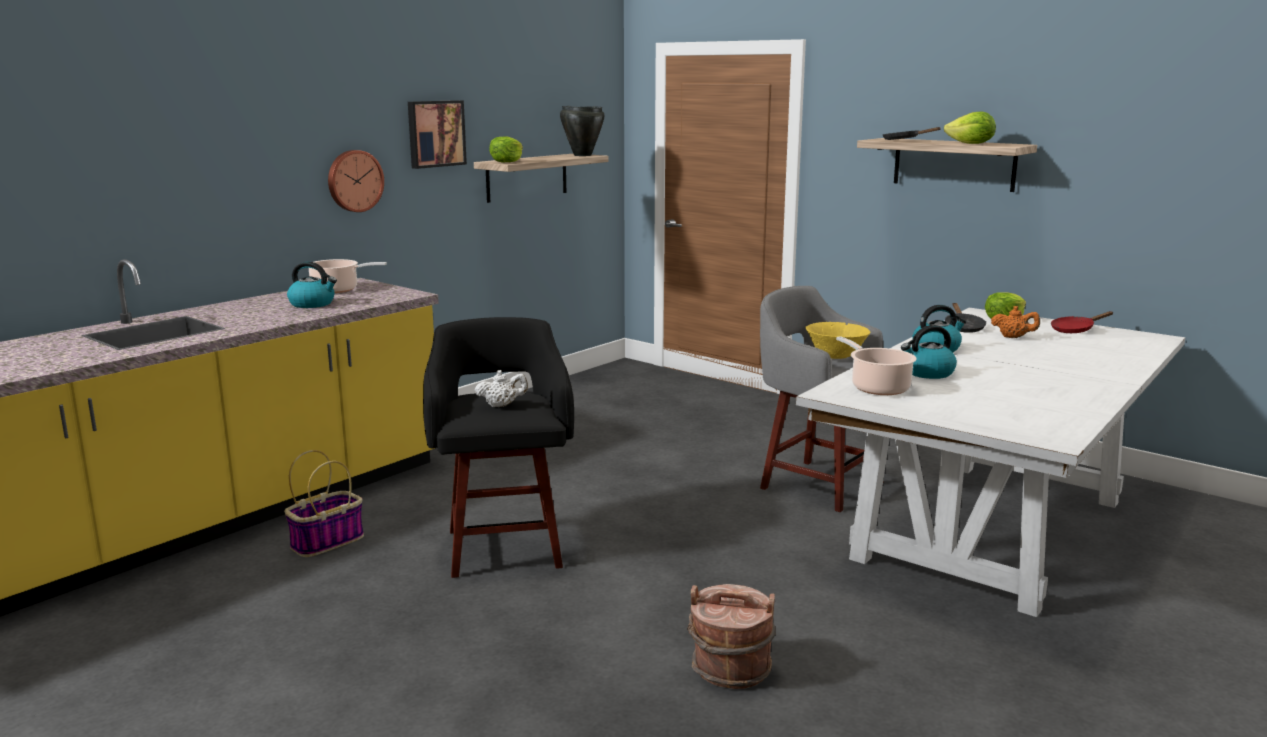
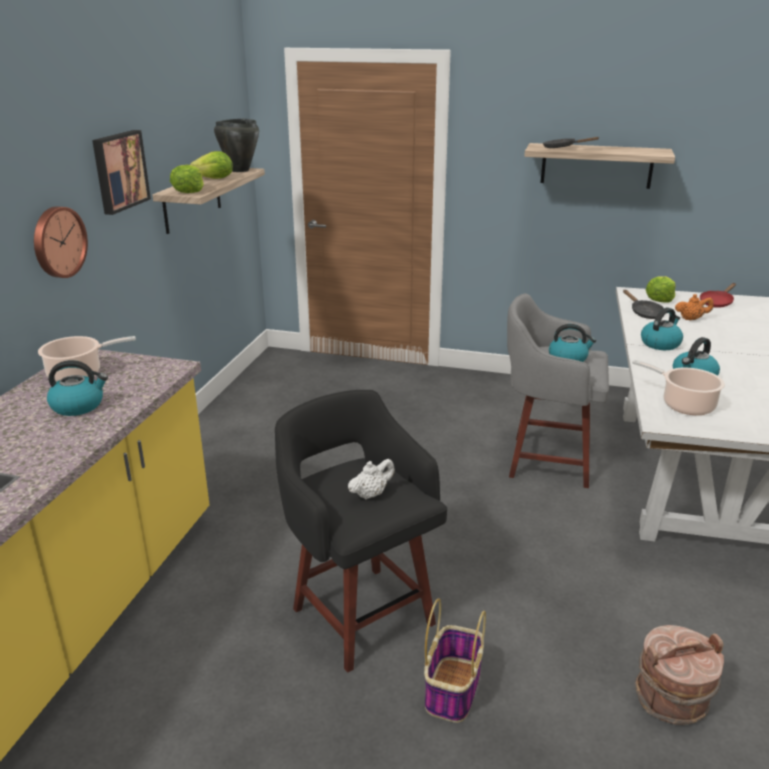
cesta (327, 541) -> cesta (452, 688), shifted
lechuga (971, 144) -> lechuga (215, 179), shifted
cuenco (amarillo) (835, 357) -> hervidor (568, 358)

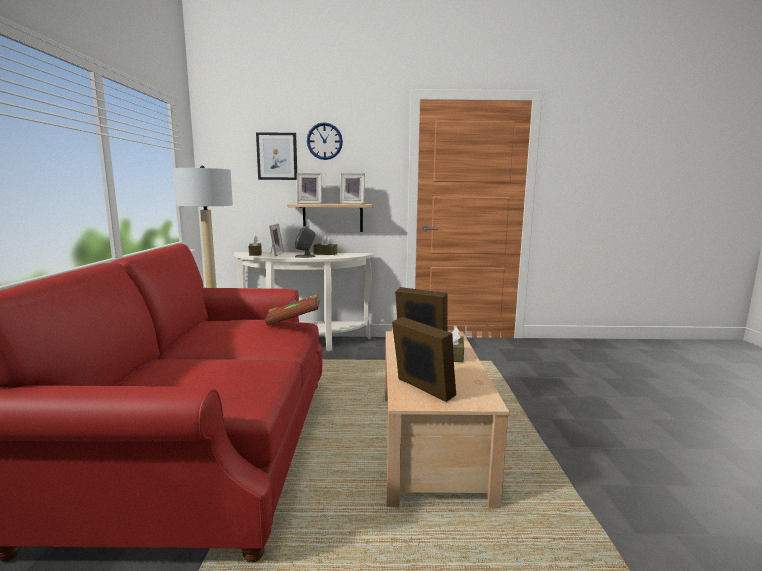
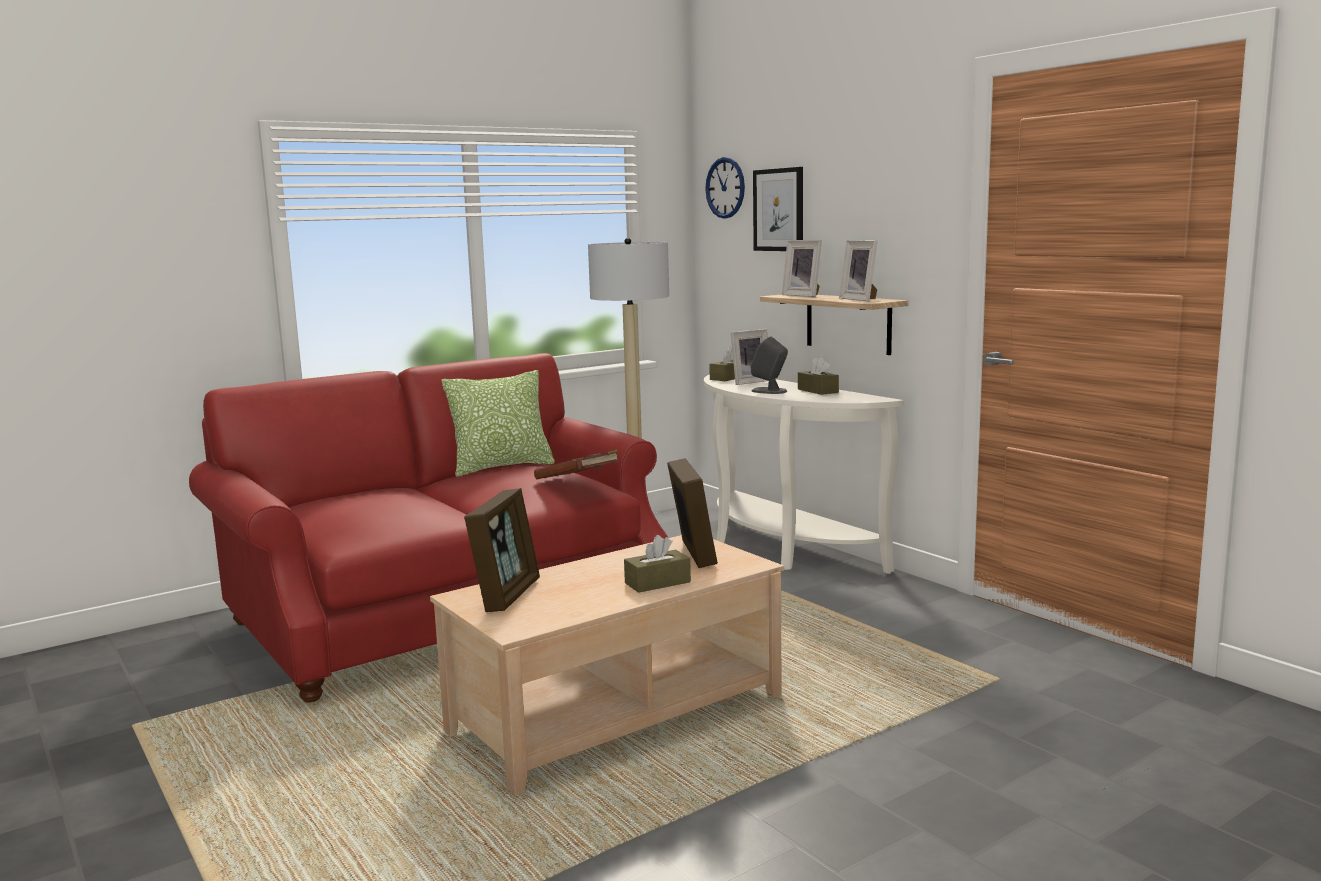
none -> cojín (501, 467)
reloj de pared (324, 141) -> reloj de pared (725, 188), shifted

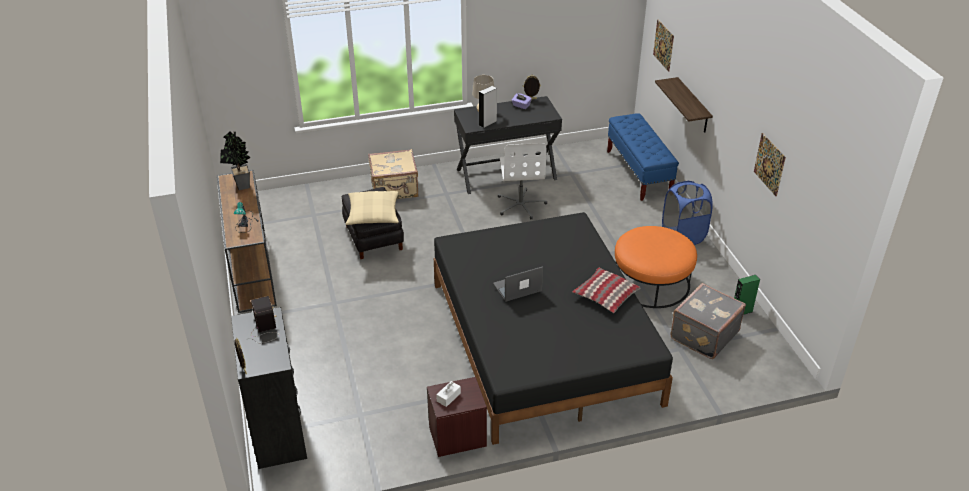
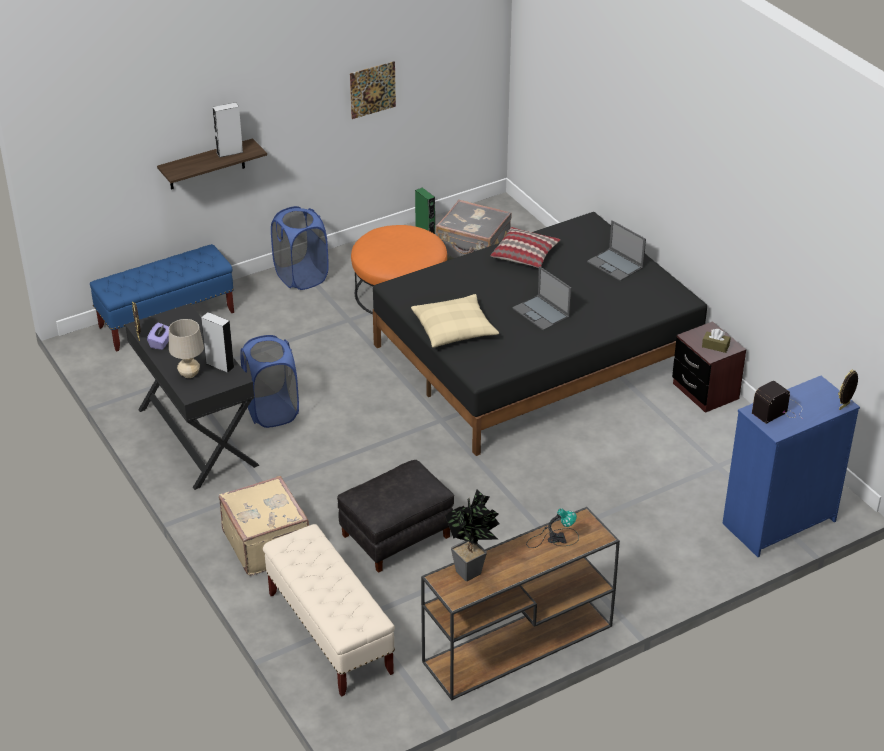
cuadro (663, 45) -> none
none -> altavoz (gris) (229, 152)
none -> banco (beis) (329, 633)
none -> portátil (615, 265)
cojín (beis) (373, 214) -> cojín (beis) (454, 329), shifted
silla de oficina (blanco) (521, 205) -> cesto de la ropa (azul) (272, 411)
cómoda (negro) (279, 431) -> cómoda (azul) (778, 522)
caja de pañuelos (blanco) (448, 397) -> caja de pañuelos (marrón) (715, 346)

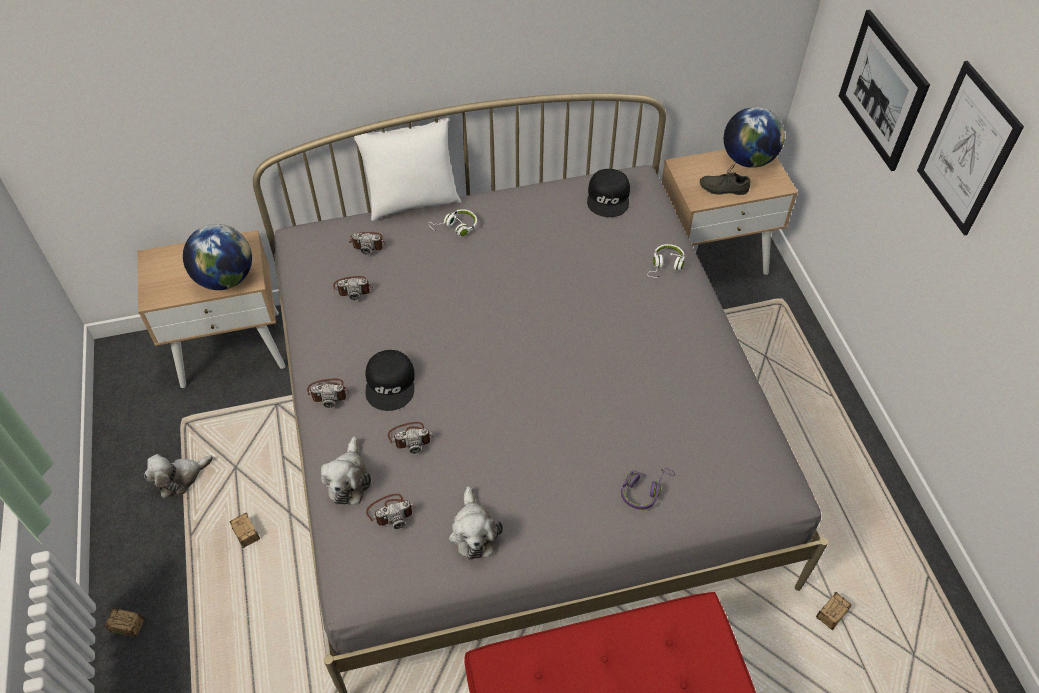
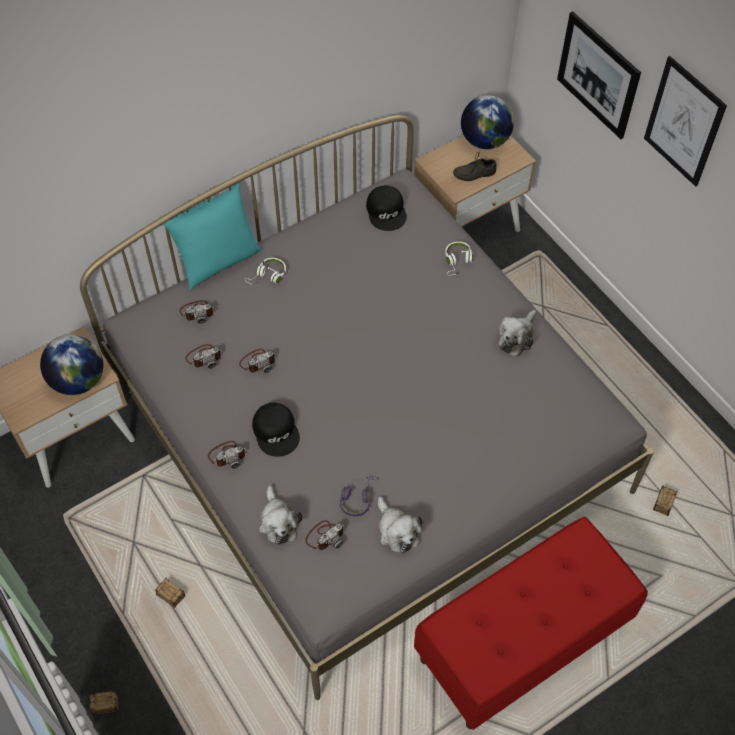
peluche (180, 478) -> peluche (516, 337), shifted
cámara (411, 437) -> cámara (258, 362), shifted
auriculares (morado) (644, 490) -> auriculares (morado) (358, 498), shifted
cojín (blanco) (412, 202) -> cojín (turquesa) (218, 262)

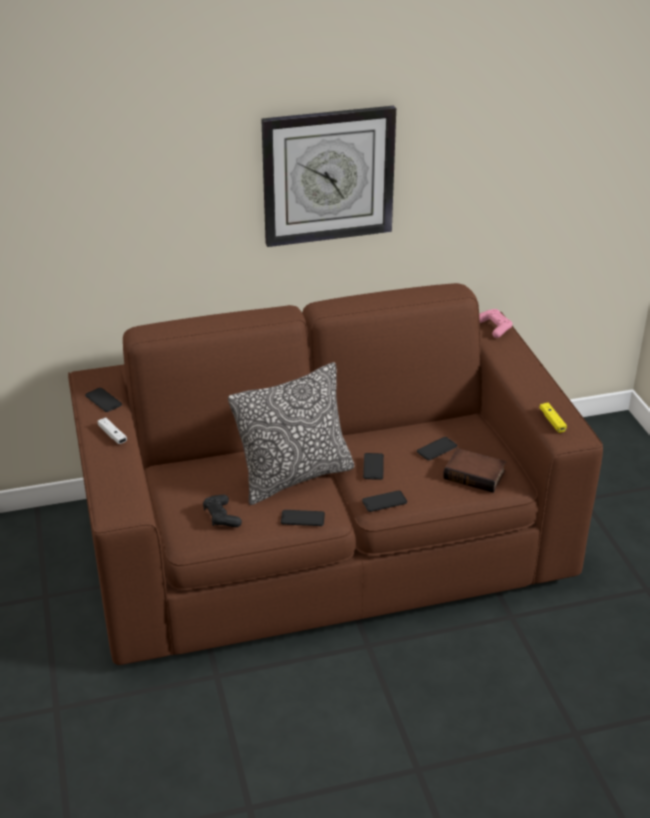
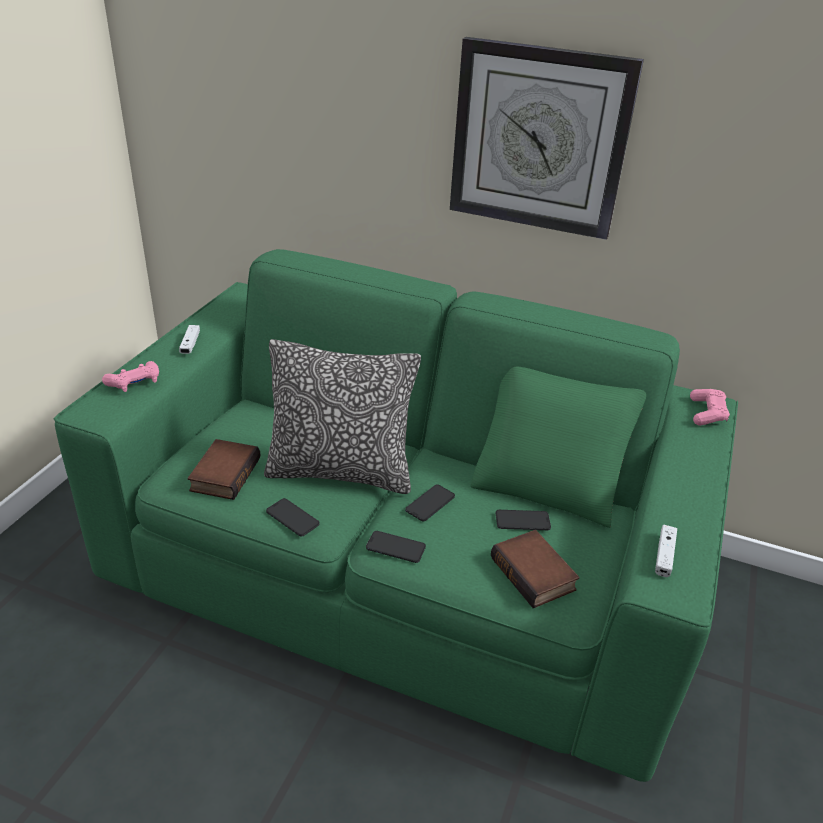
móvil (103, 400) -> none
none -> mando de consola (rosa) (135, 383)
none -> cojín (verde) (548, 483)
mando de consola (negro) (221, 517) -> libro (224, 474)
sofá (marrón) (325, 542) -> sofá (verde) (404, 569)
mando de consola (amarillo) (552, 421) -> mando de consola (blanco) (664, 555)

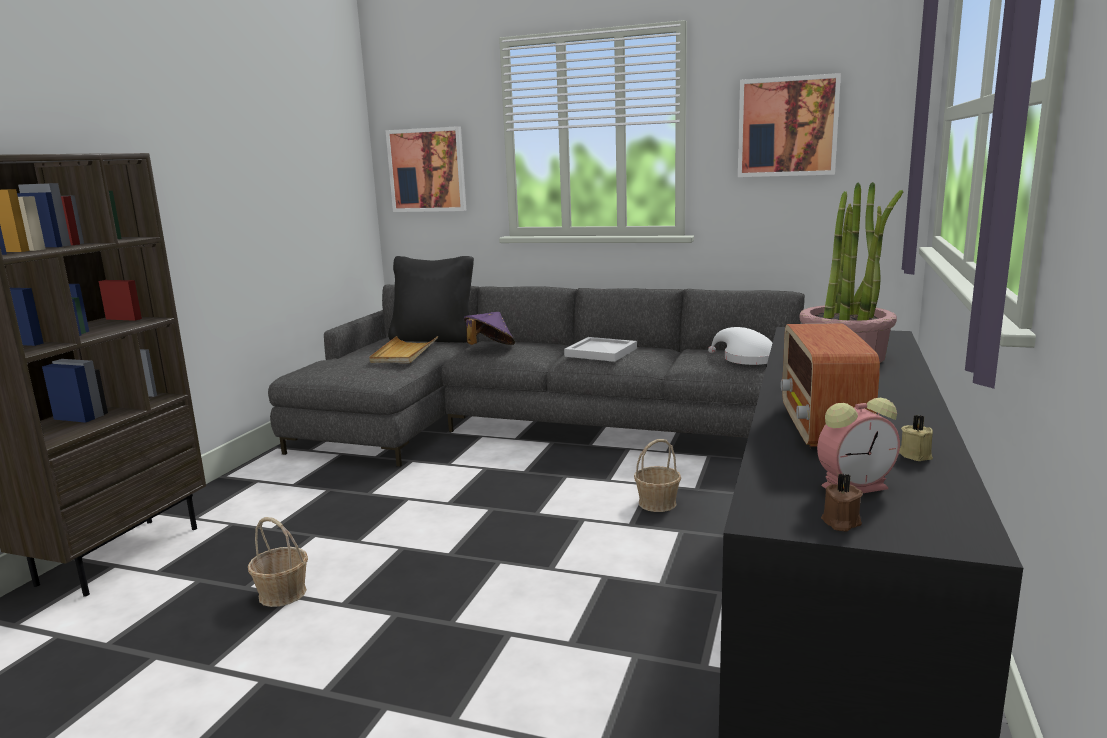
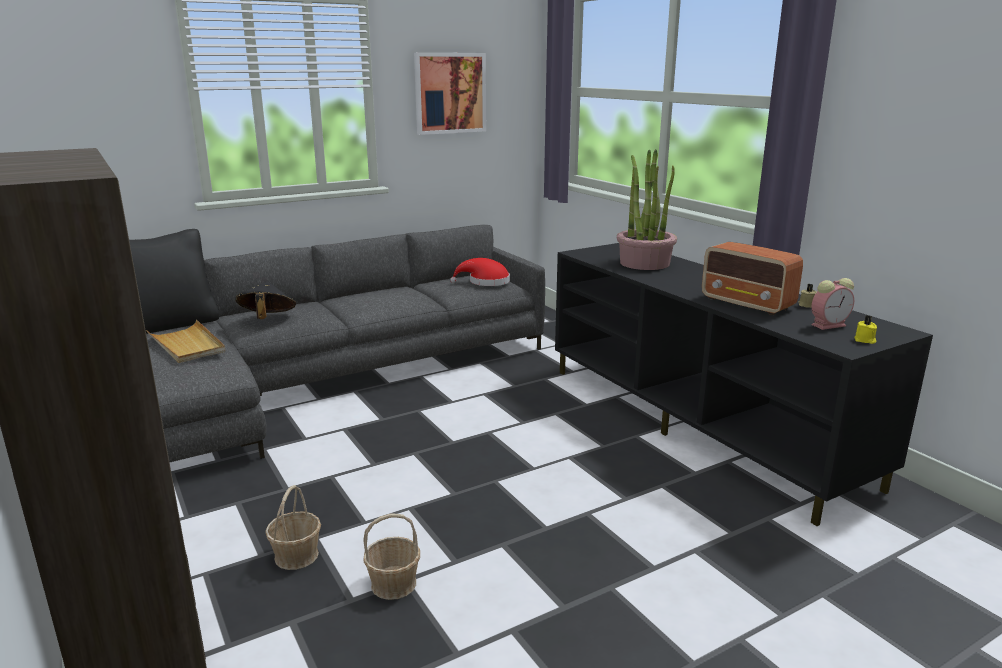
cuadro (427, 170) -> none
bandeja (blanco) (600, 352) -> none
cesta (657, 503) -> cesta (297, 555), shifted
sombrero (morado) (490, 348) -> sombrero (negro) (267, 319)
sombrero (blanco) (745, 359) -> sombrero (rojo) (485, 282)
vela (marrón) (840, 522) -> vela (amarillo) (865, 340)
despertador (856, 486) -> despertador (829, 325), 45 degrees clockwise

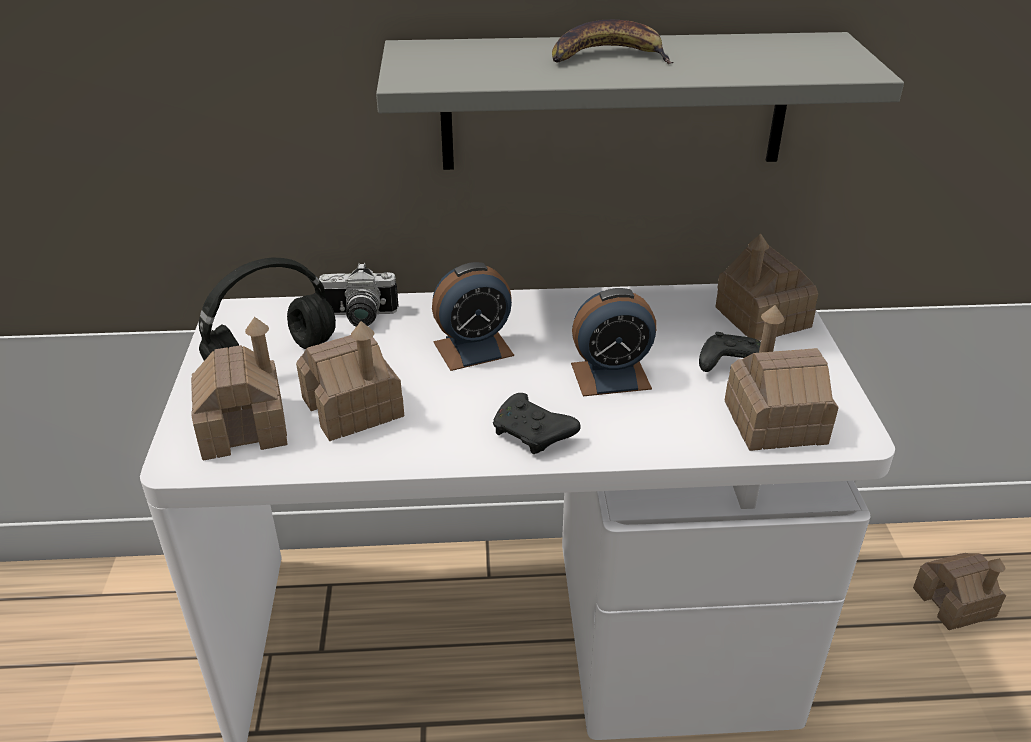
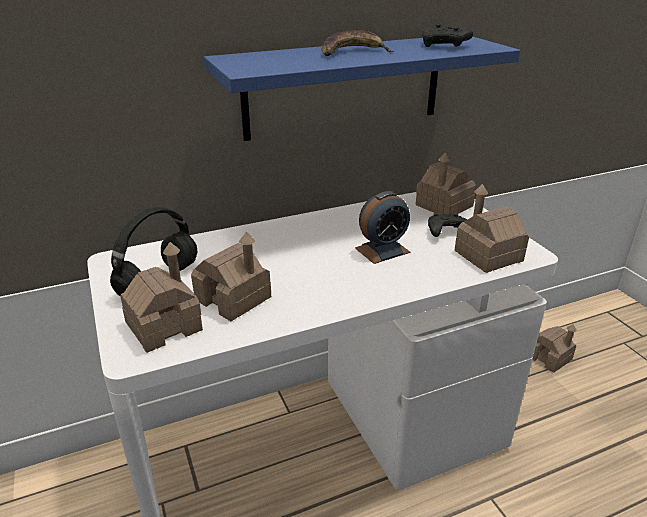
cámara (359, 318) -> none
despertador (473, 349) -> none
mando de consola (negro) (533, 435) -> mando de consola (negro) (445, 46), shifted
estante (gris) (614, 102) -> estante (azul) (344, 86)

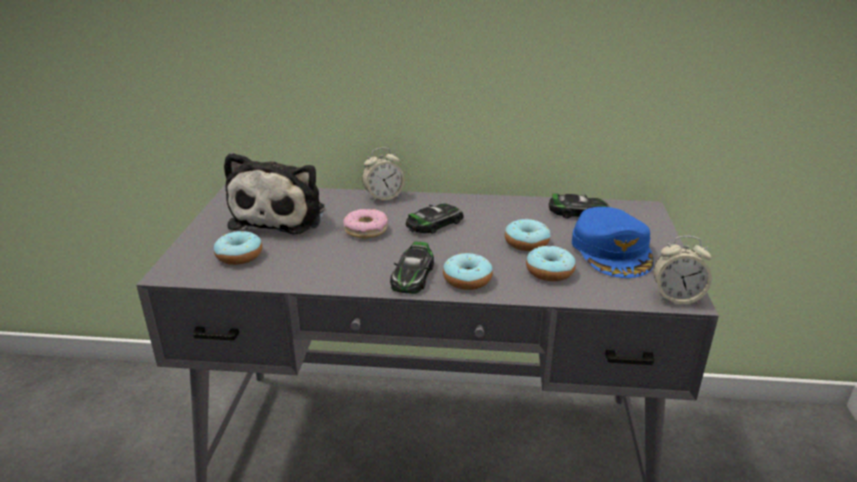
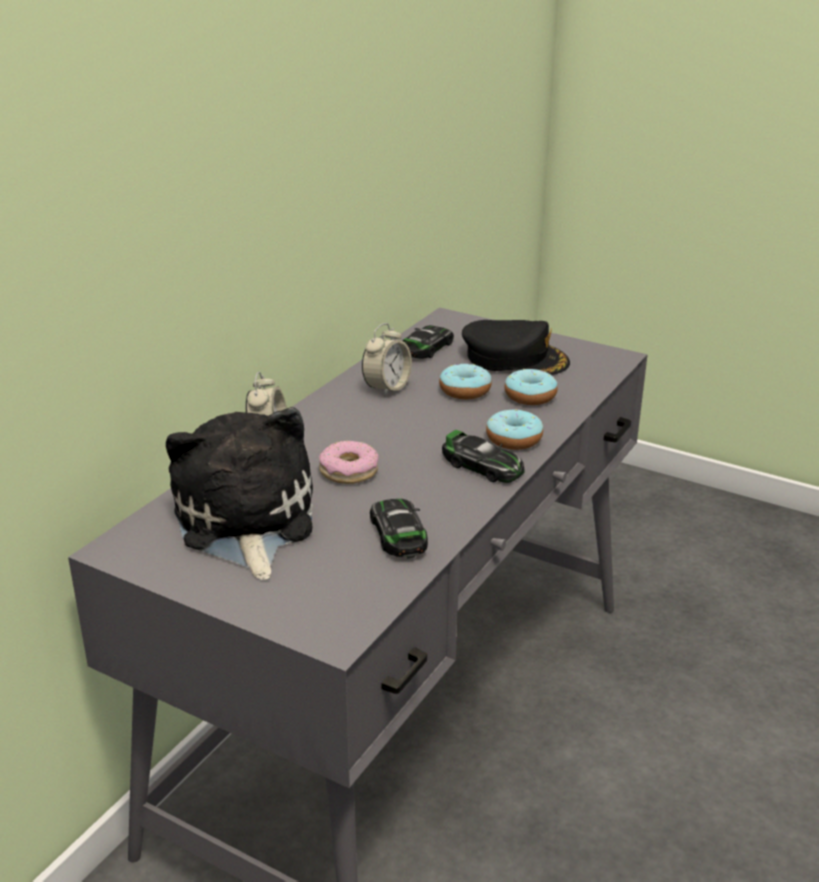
rosquilla (239, 256) -> none
coche de juguete (434, 224) -> coche de juguete (399, 534), shifted
despertador (676, 297) -> despertador (387, 388), shifted
gorra (azul) (612, 250) -> gorra (negro) (515, 358)
peluche (281, 215) -> peluche (244, 522), 135 degrees counterclockwise

